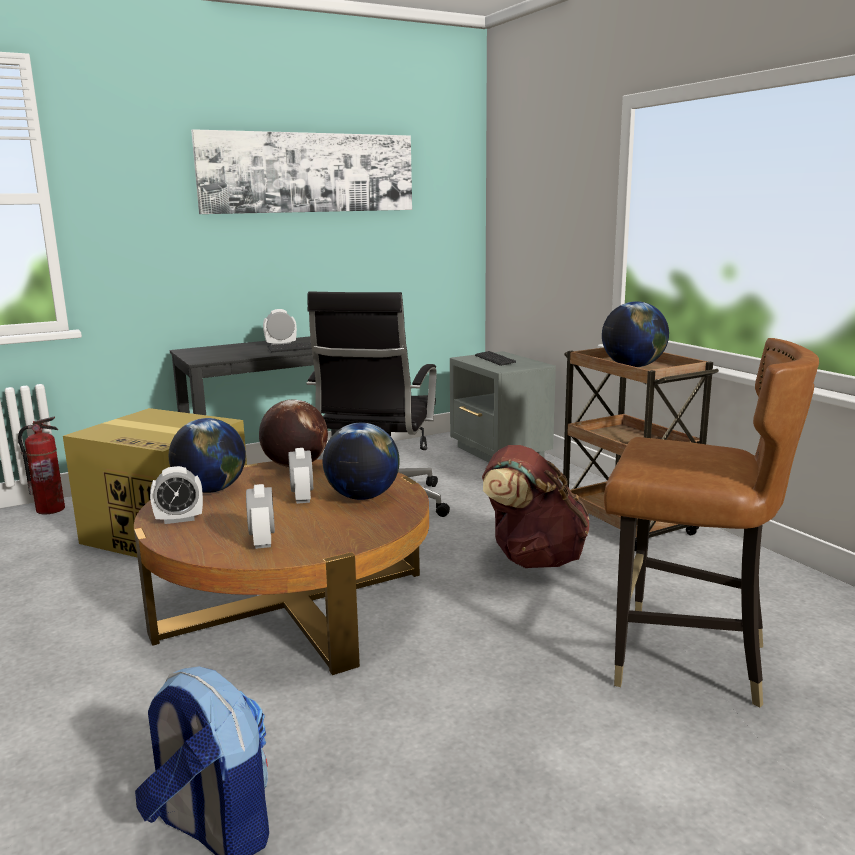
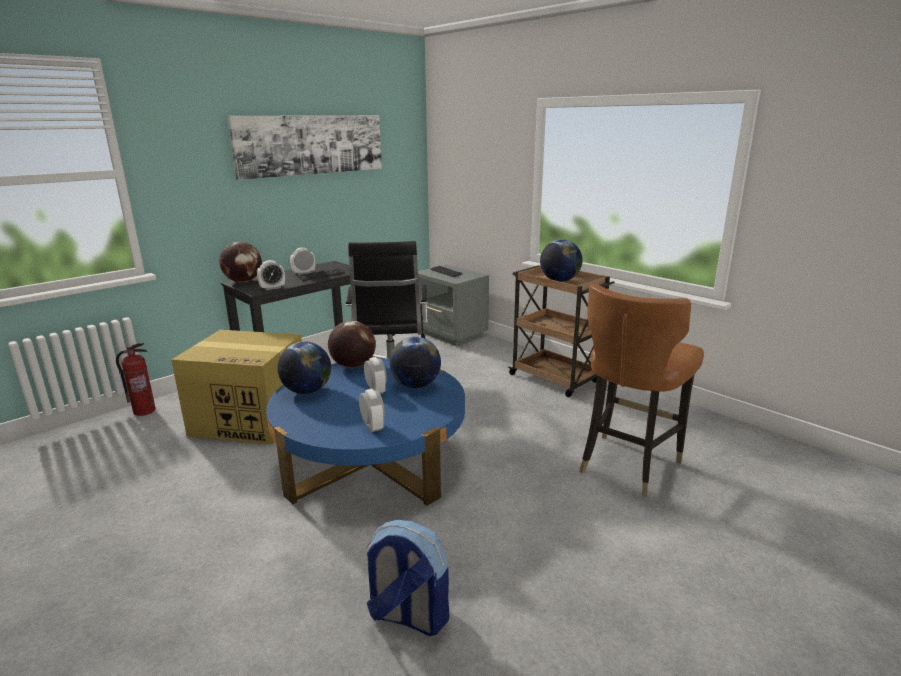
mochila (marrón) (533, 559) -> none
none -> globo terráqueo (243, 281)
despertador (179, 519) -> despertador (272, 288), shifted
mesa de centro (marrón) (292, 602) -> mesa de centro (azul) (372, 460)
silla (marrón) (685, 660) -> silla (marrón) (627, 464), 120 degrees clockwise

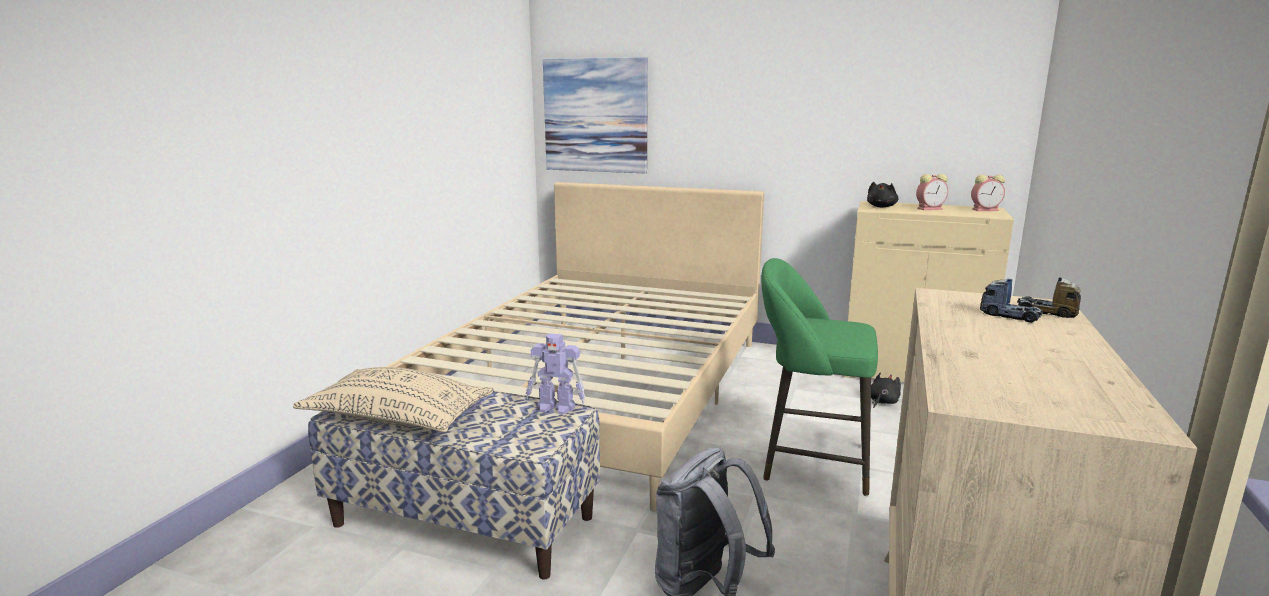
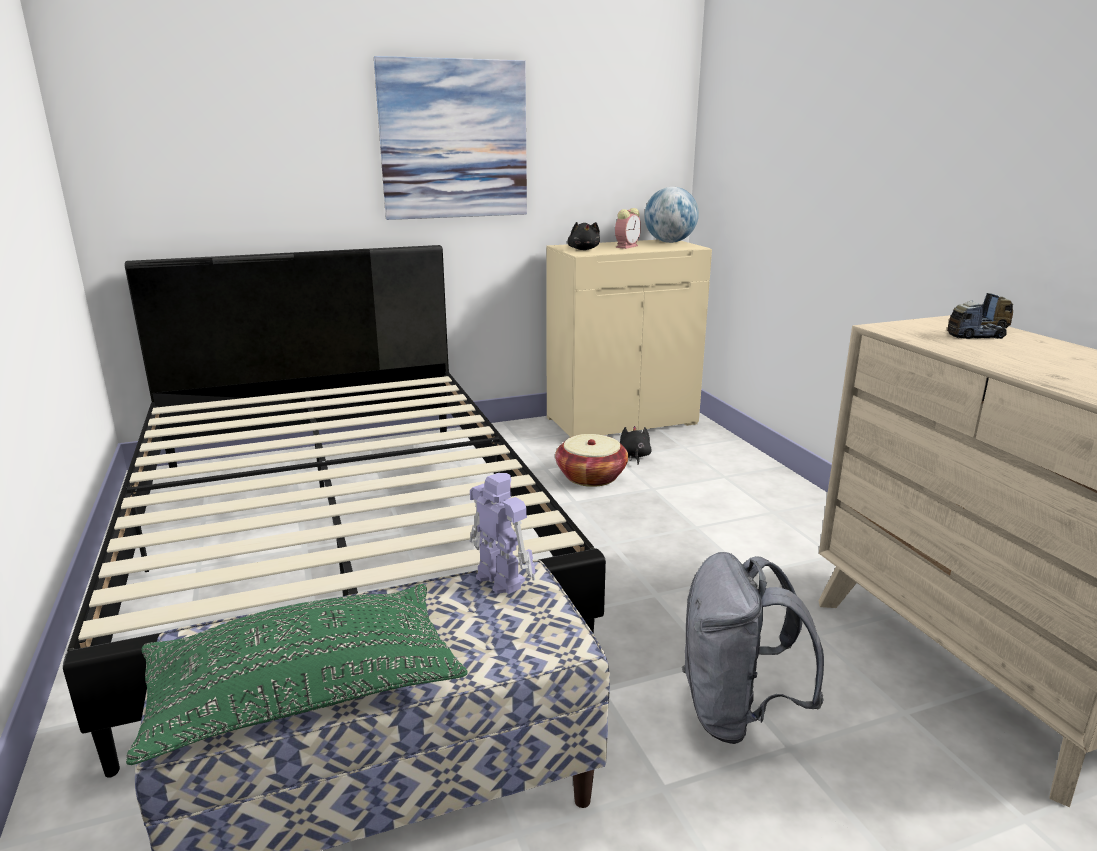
taburete (verde) (809, 462) -> none
none -> cesta (591, 477)
cuadro (595, 115) -> cuadro (454, 140), shifted
despertador (986, 210) -> globo terráqueo (669, 242)
cojín (beis) (398, 418) -> cojín (verde) (305, 692)
cama (beis) (598, 389) -> cama (negro) (338, 542)
robot de juguete (557, 408) -> robot de juguete (499, 578), 105 degrees counterclockwise

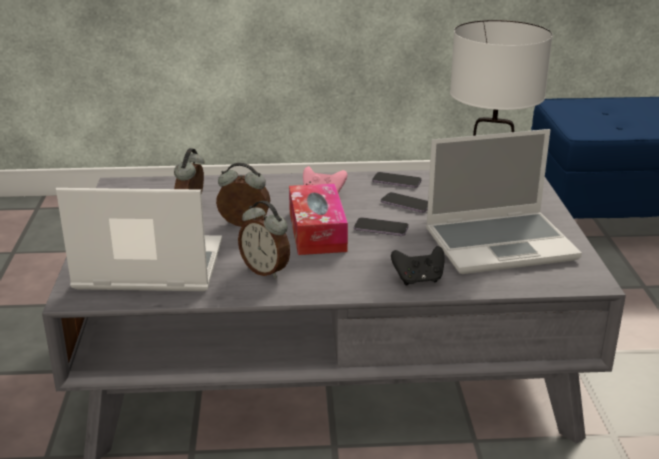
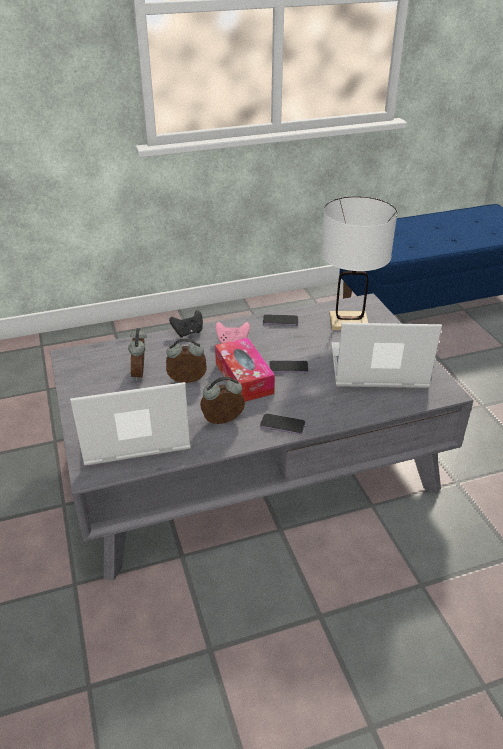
móvil (406, 204) -> móvil (282, 425), shifted
mando de consola (negro) (418, 280) -> mando de consola (negro) (188, 332), shifted
despertador (266, 270) -> despertador (223, 421), 135 degrees clockwise
portátil (501, 244) -> portátil (376, 368), 150 degrees counterclockwise

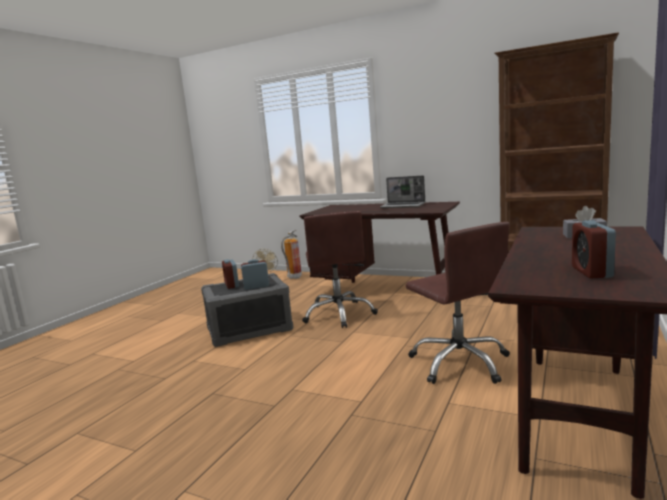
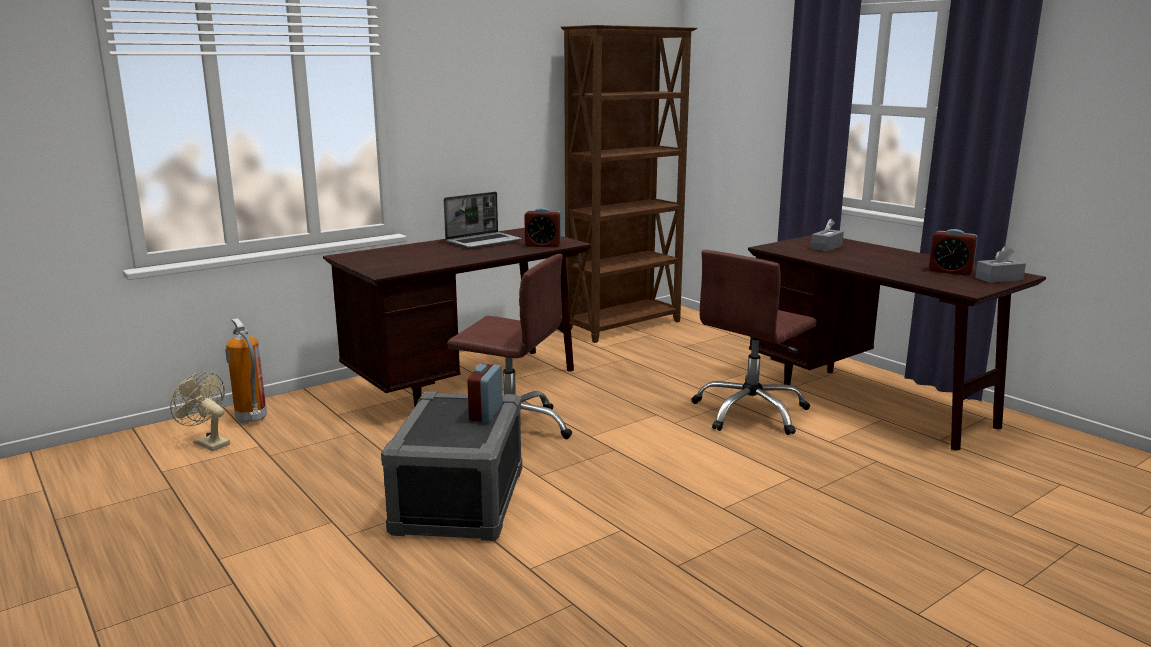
none -> caja de pañuelos (gris) (999, 279)
despertador (232, 285) -> despertador (542, 245), shifted
silla de oficina (marrón) (460, 362) -> silla de oficina (marrón) (751, 412), 135 degrees clockwise

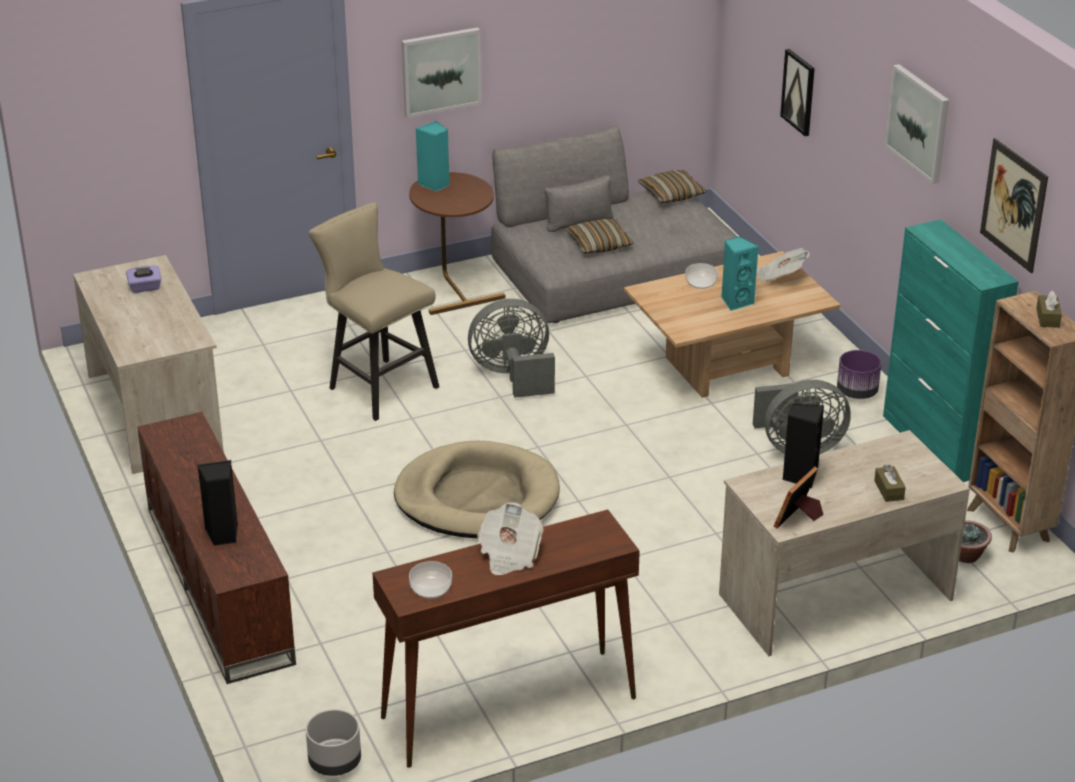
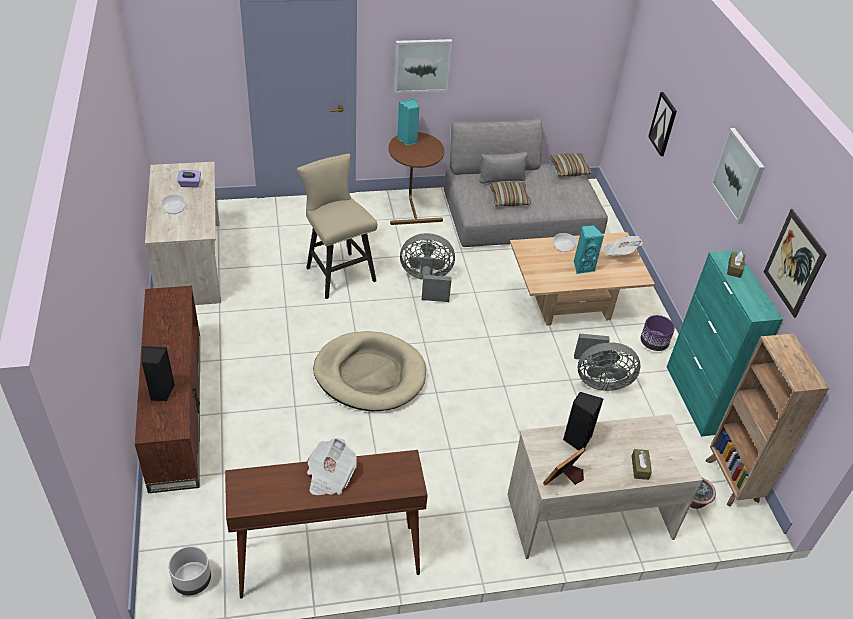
cuenco (431, 589) -> cuenco (174, 209), shifted
caja de pañuelos (marrón) (1047, 318) -> caja de pañuelos (marrón) (734, 268), shifted

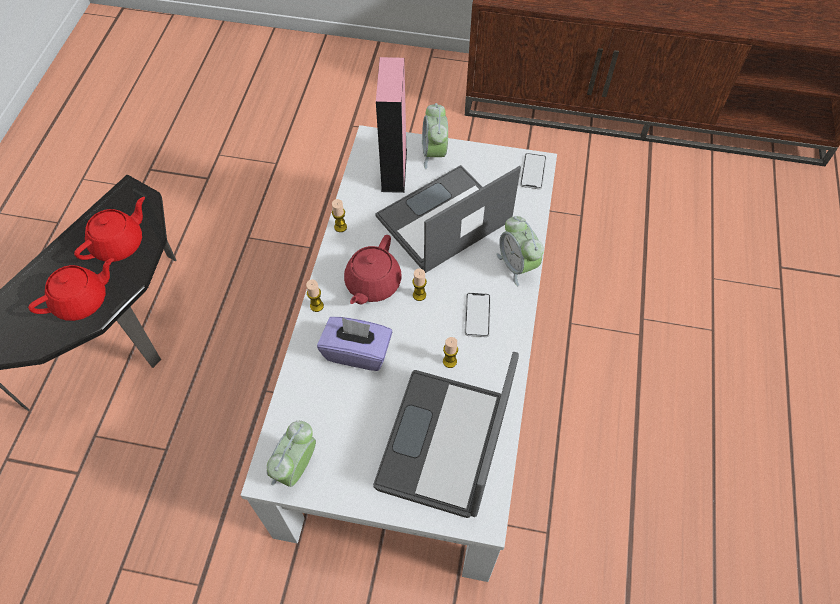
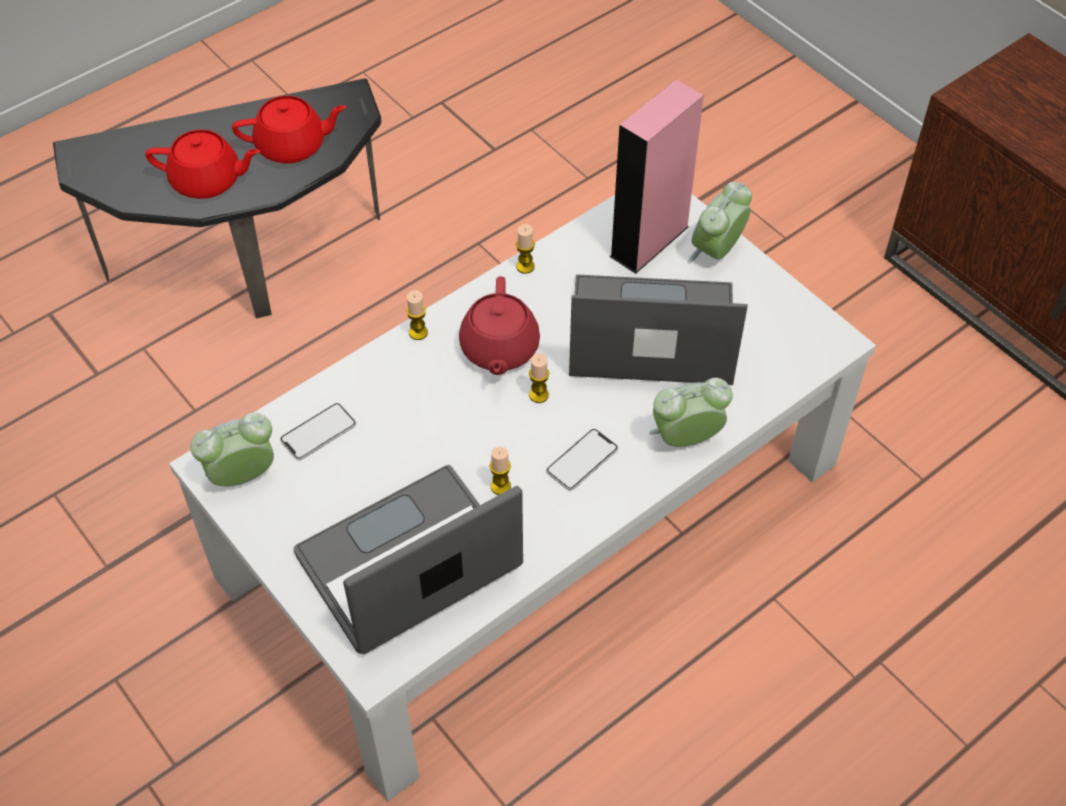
caja de pañuelos (morado) (357, 352) -> none
móvil (533, 172) -> móvil (318, 432), shifted
tetera (rojo) (372, 284) -> tetera (rojo) (499, 349), 60 degrees counterclockwise
despertador (517, 265) -> despertador (686, 439), 60 degrees clockwise

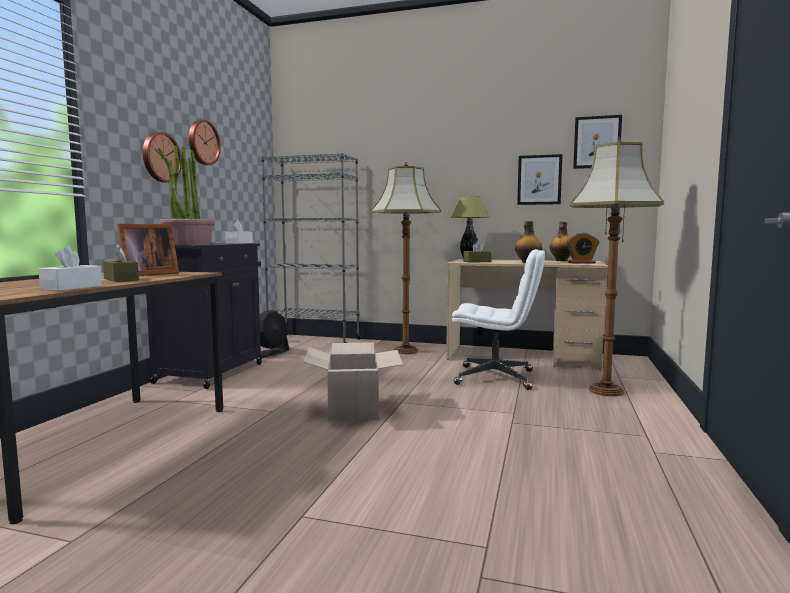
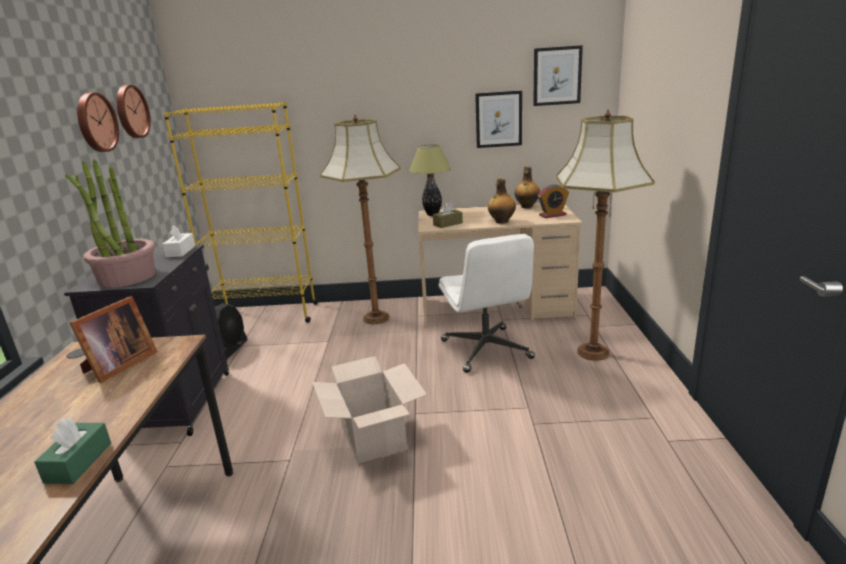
caja de pañuelos (marrón) (121, 279) -> none
reloj de pared (160, 157) -> reloj de pared (131, 112), shifted
caja de pañuelos (blanco) (72, 288) -> caja de pañuelos (verde) (78, 462)
estantería (gris) (314, 340) -> estantería (amarillo) (266, 315)
silla de oficina (blanco) (496, 377) -> silla de oficina (blanco) (486, 350), 75 degrees clockwise

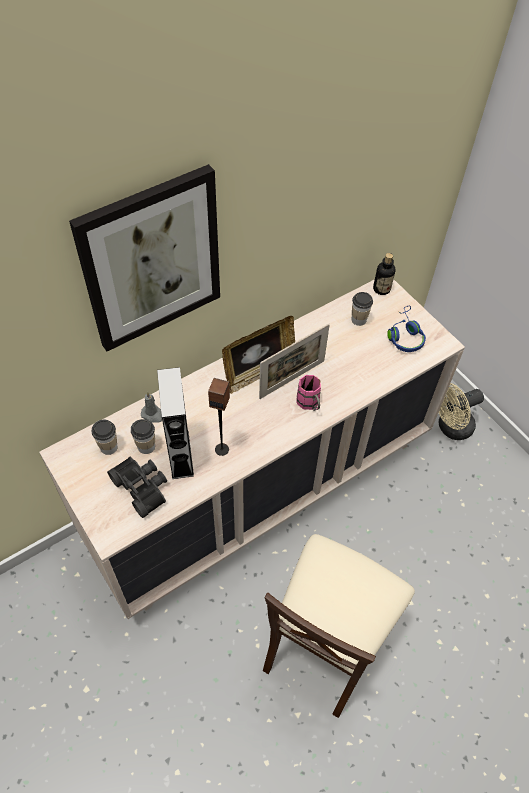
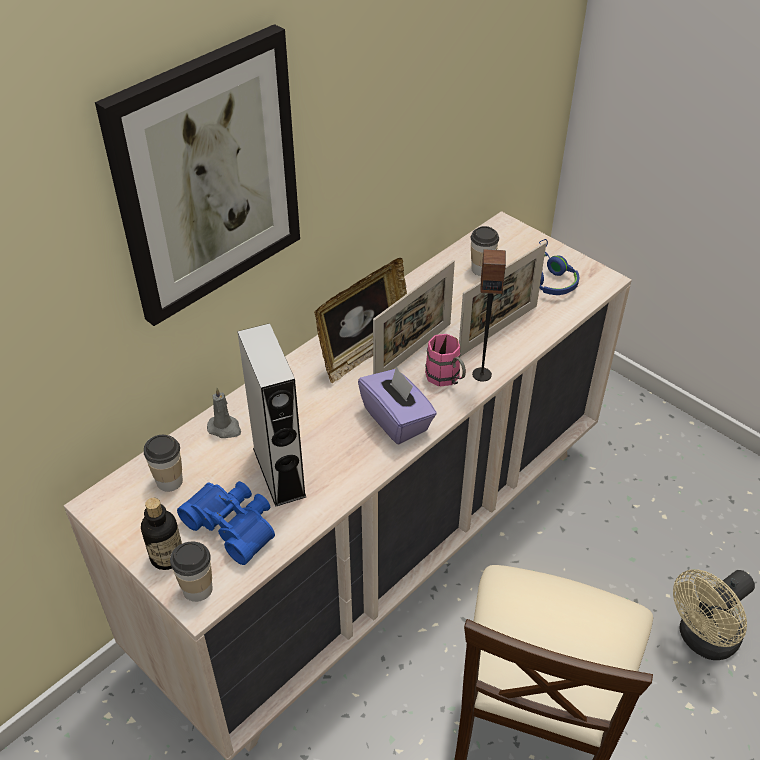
none -> caja de pañuelos (morado) (397, 419)
none -> portarretratos (498, 330)
taza (146, 446) -> taza (197, 589), shifted
altavoz (222, 449) -> altavoz (482, 374), shifted
botella (381, 289) -> botella (167, 557), shifted
ventilador (beis) (450, 428) -> ventilador (beis) (702, 640), shifted
prismáticos (negro) (143, 487) -> prismáticos (azul) (234, 525)

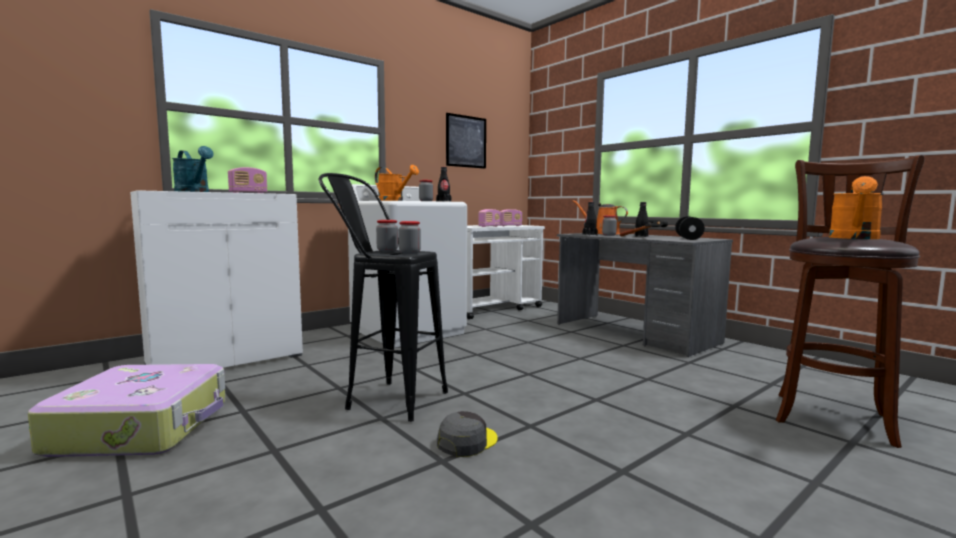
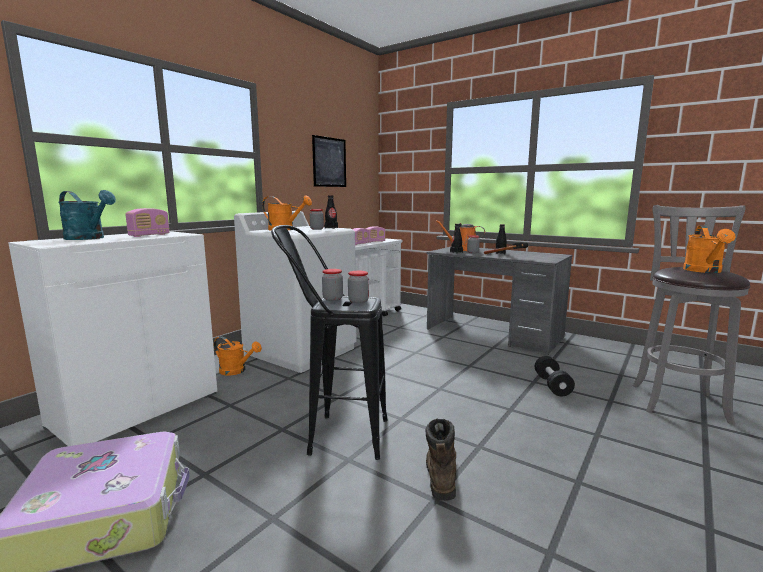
none -> regadera (naranja) (236, 371)
mancuerna (negro) (688, 238) -> mancuerna (negro) (552, 385), shifted
gorra (gris) (467, 441) -> bota (marrón) (440, 473)
taburete (marrón) (832, 416) -> taburete (gris) (677, 400)

